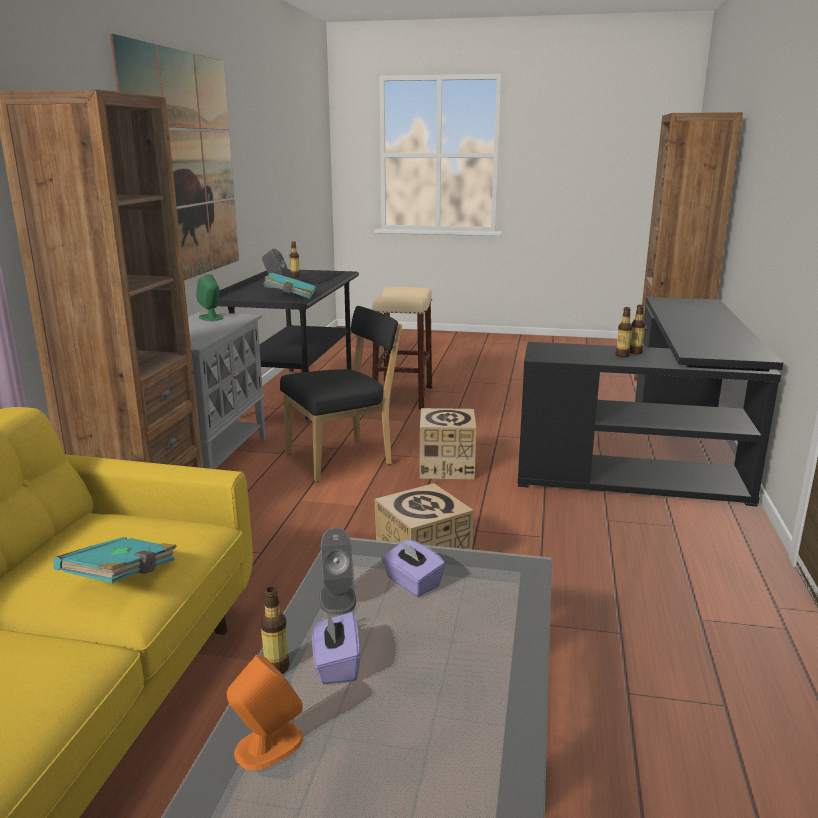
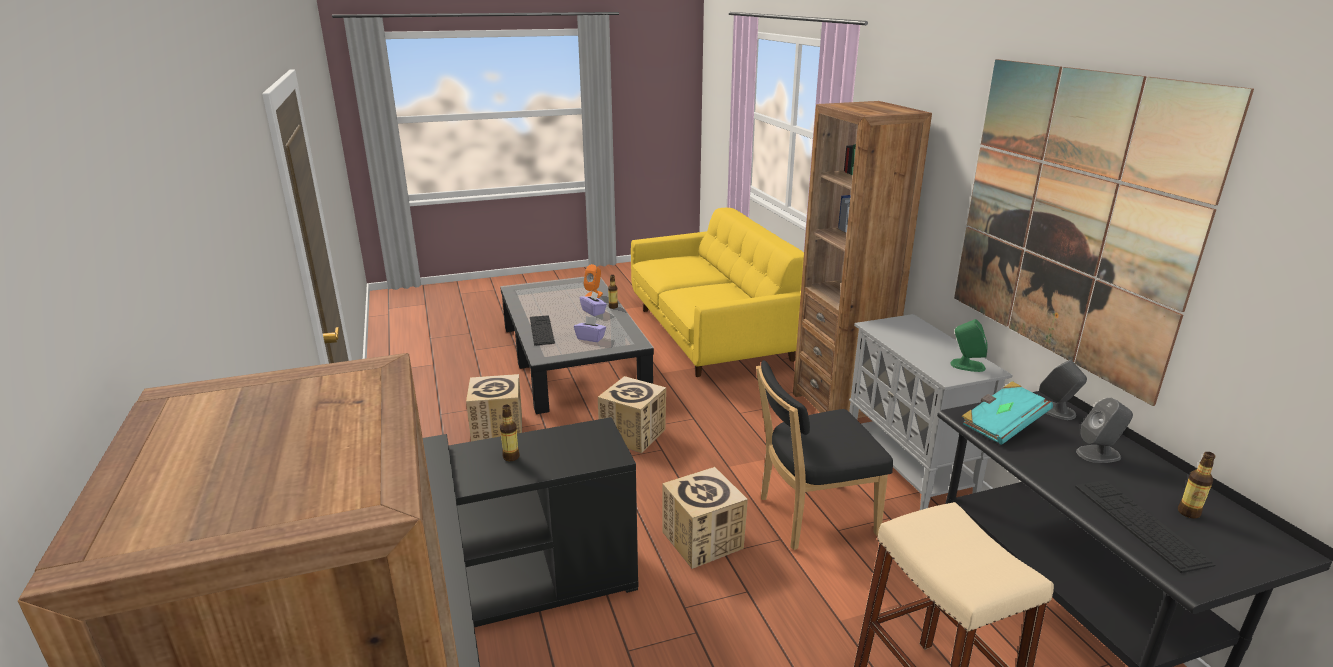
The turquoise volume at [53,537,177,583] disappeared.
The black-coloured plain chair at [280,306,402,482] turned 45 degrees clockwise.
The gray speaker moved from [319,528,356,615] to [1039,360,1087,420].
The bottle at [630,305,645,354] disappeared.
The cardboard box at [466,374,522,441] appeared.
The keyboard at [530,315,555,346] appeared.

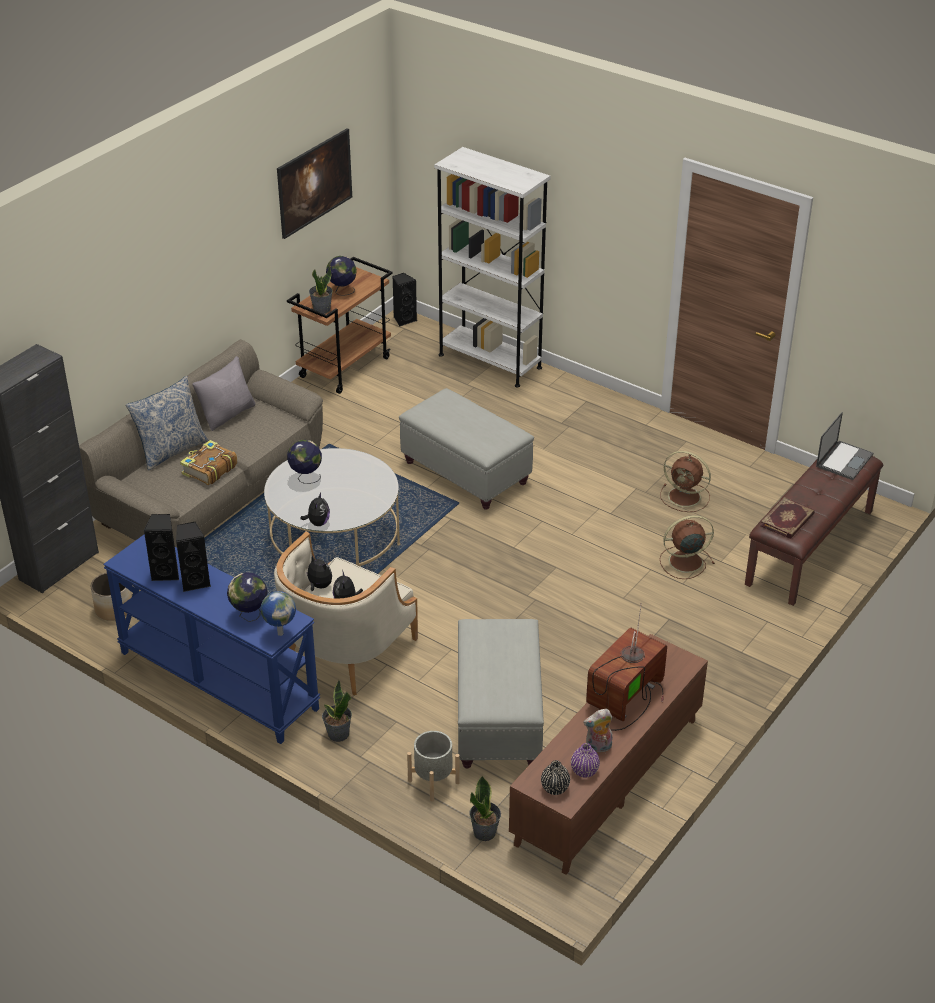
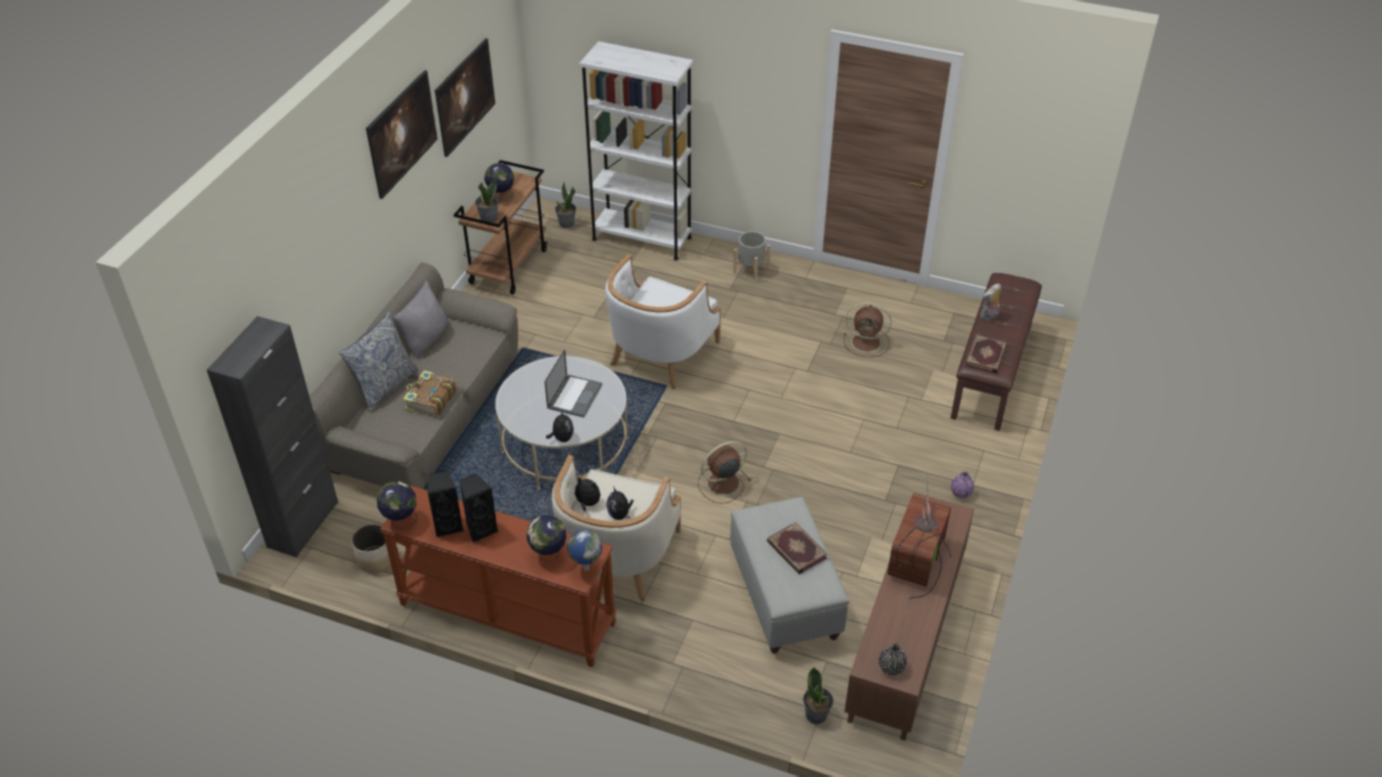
The blue-coloured hall table at [103,534,320,744] became the brown-coloured hall table at [380,486,617,667].
The world globe moved from [287,440,322,484] to [377,482,418,529].
The potted plant moved from [322,680,352,742] to [555,182,576,228].
The black-coloured speaker at [392,273,417,326] disappeared.
The gray ottoman at [399,388,534,510] was replaced by the white lounge chair at [605,254,721,389].
The gray flower pot moved from [407,731,460,802] to [733,231,770,282].
The purplish decorative vase moved from [571,743,600,778] to [951,471,974,498].
The plush toy moved from [583,709,613,752] to [980,283,1001,320].
The brown-coloured cooling fan moved from [660,515,714,579] to [698,441,751,504].
The portable computer moved from [816,412,873,480] to [544,349,602,417].
The picture at [366,70,438,199] appeared.
The volume at [767,522,828,574] appeared.

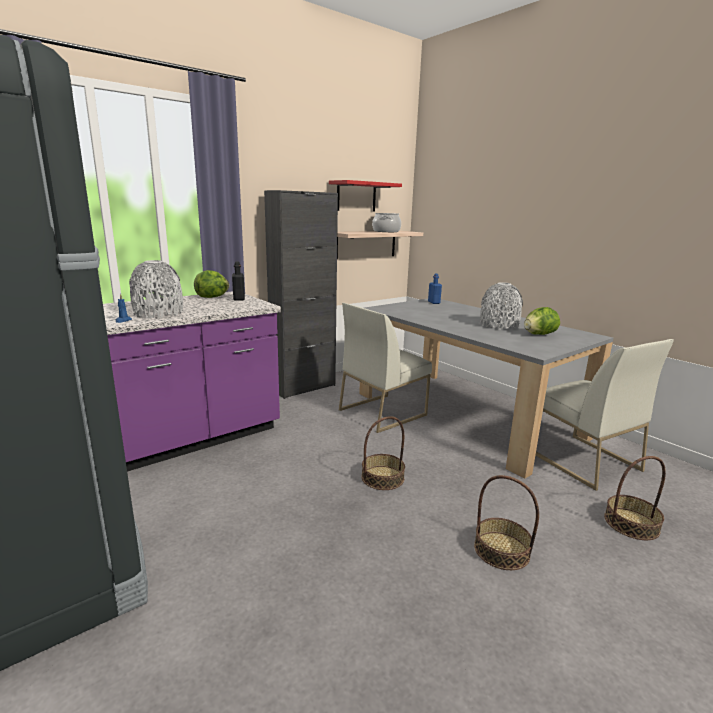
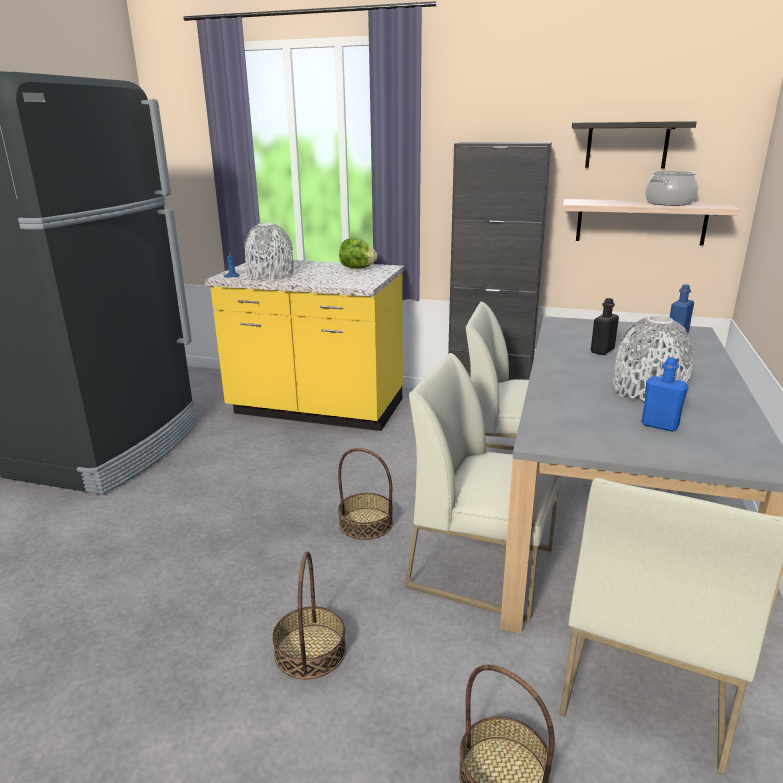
The purplish kitchen counter at [103,291,281,472] became the yellow-coloured kitchen counter at [205,258,404,431].
The black-coloured bottle moved from [232,262,245,301] to [591,298,619,355].
The reddish bracket shelf at [329,180,402,211] became the black-coloured bracket shelf at [572,121,697,168].
The lettuce at [524,307,560,335] was replaced by the blue-coloured bottle at [641,357,688,432].
The white plain chair at [405,353,562,622] appeared.

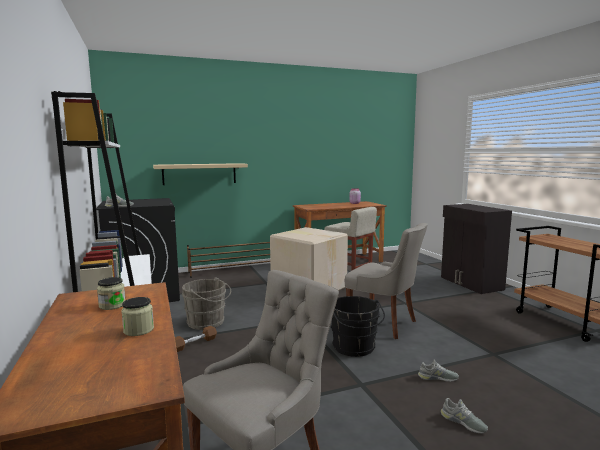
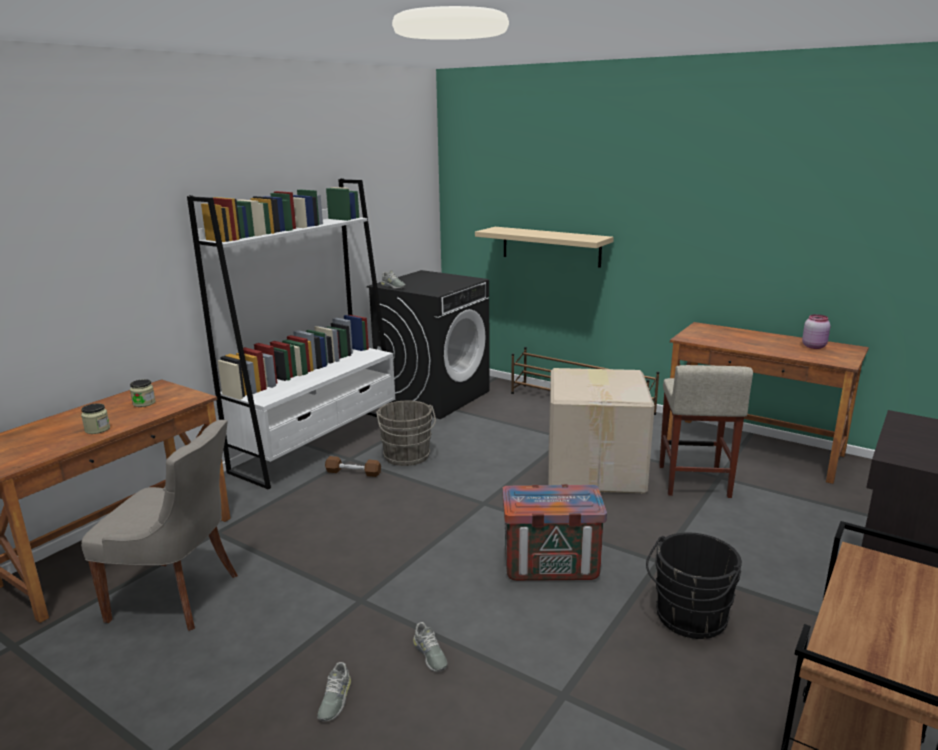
The black-coloured bucket moved from [331,296,385,357] to [646,532,742,639].
The gray plain chair at [345,223,428,339] was replaced by the crate at [503,484,607,581].

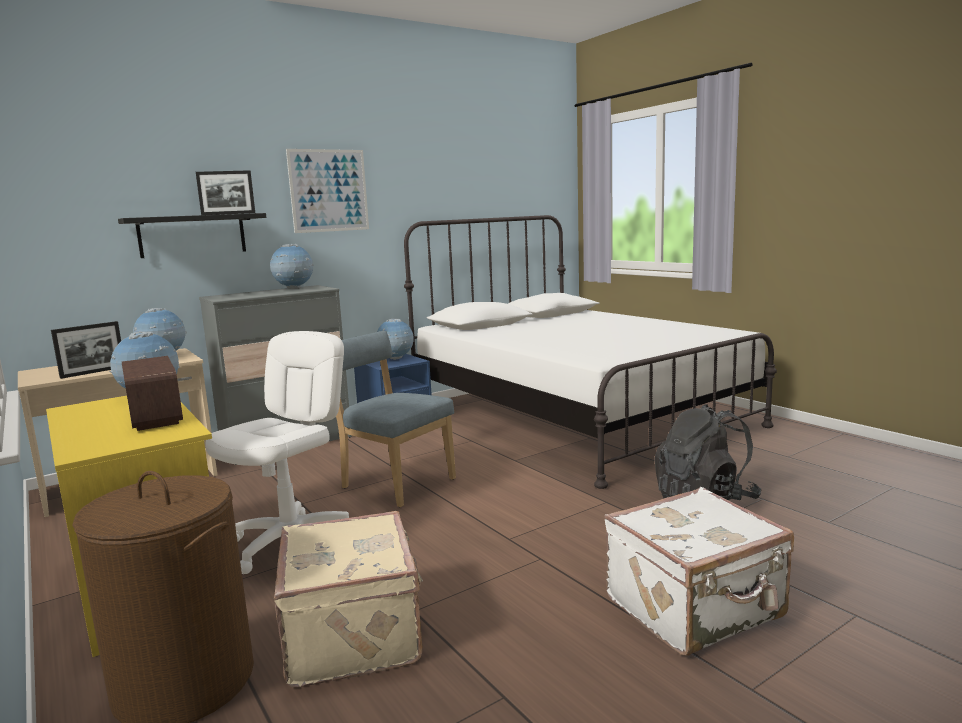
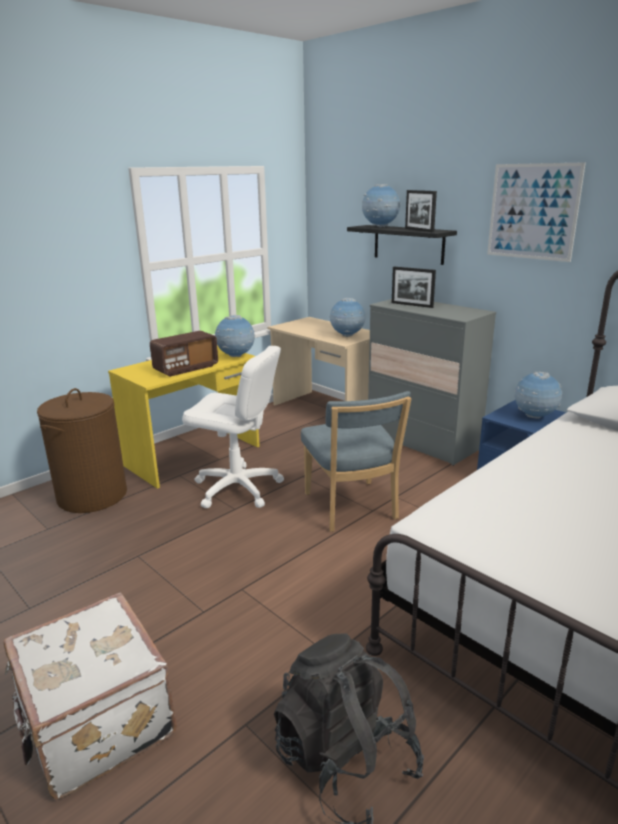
The picture frame moved from [51,321,121,379] to [392,267,436,308].
The world globe moved from [270,244,314,289] to [362,184,401,227].
The beige suitcase at [274,511,423,687] disappeared.
The blue-coloured plain chair at [336,331,456,507] turned 135 degrees clockwise.

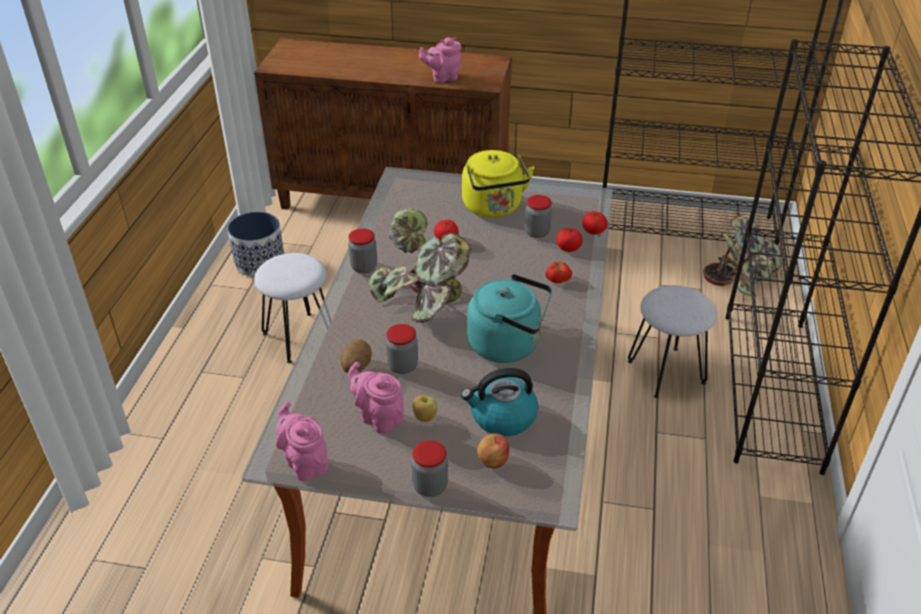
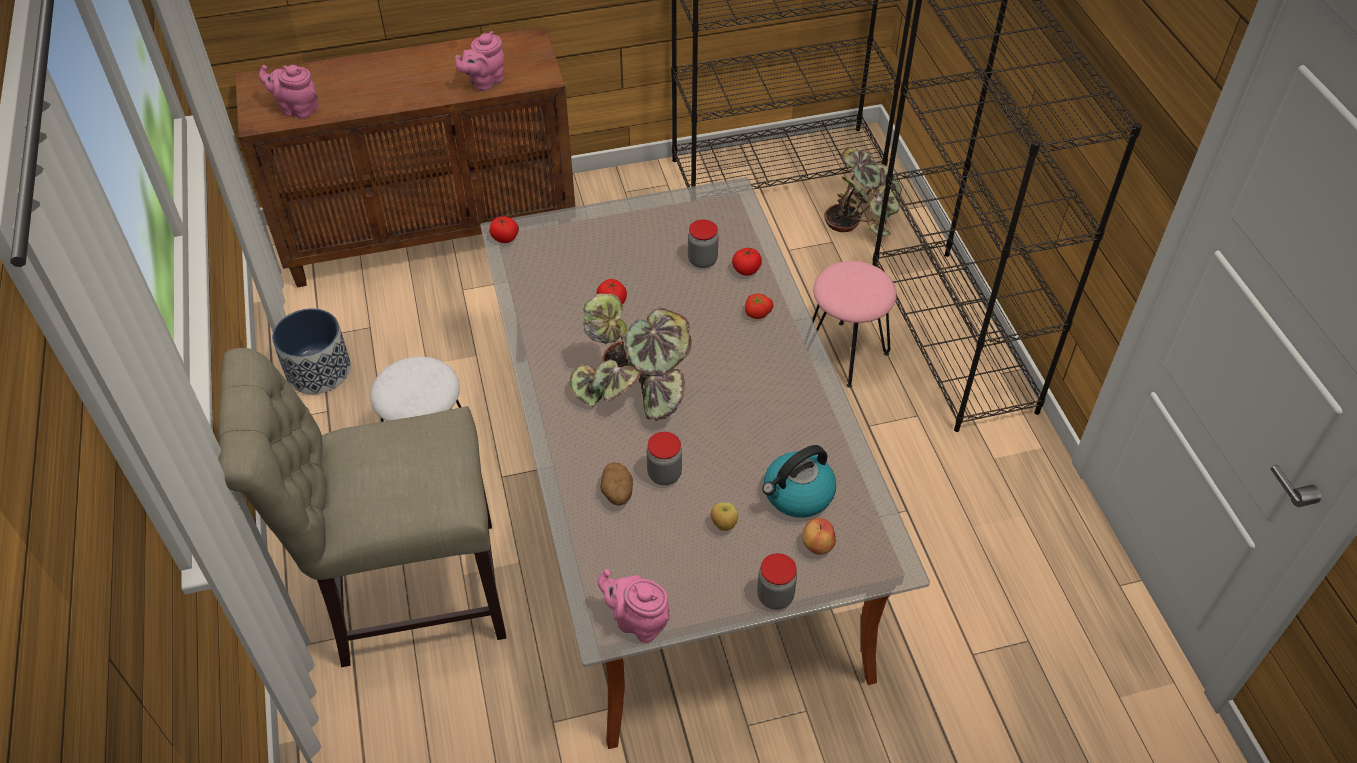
The jar at [348,228,377,273] disappeared.
The pinkish pot for tea moved from [348,362,404,433] to [259,65,318,119].
The yellow-coloured water kettle at [462,150,534,218] disappeared.
The turquoise water kettle at [467,274,552,363] disappeared.
The whole tomato moved from [582,211,608,235] to [490,216,519,243].
The white sitting stool at [628,285,717,398] became the pinkish sitting stool at [812,261,897,388].
The beige plain chair at [218,348,506,667] appeared.

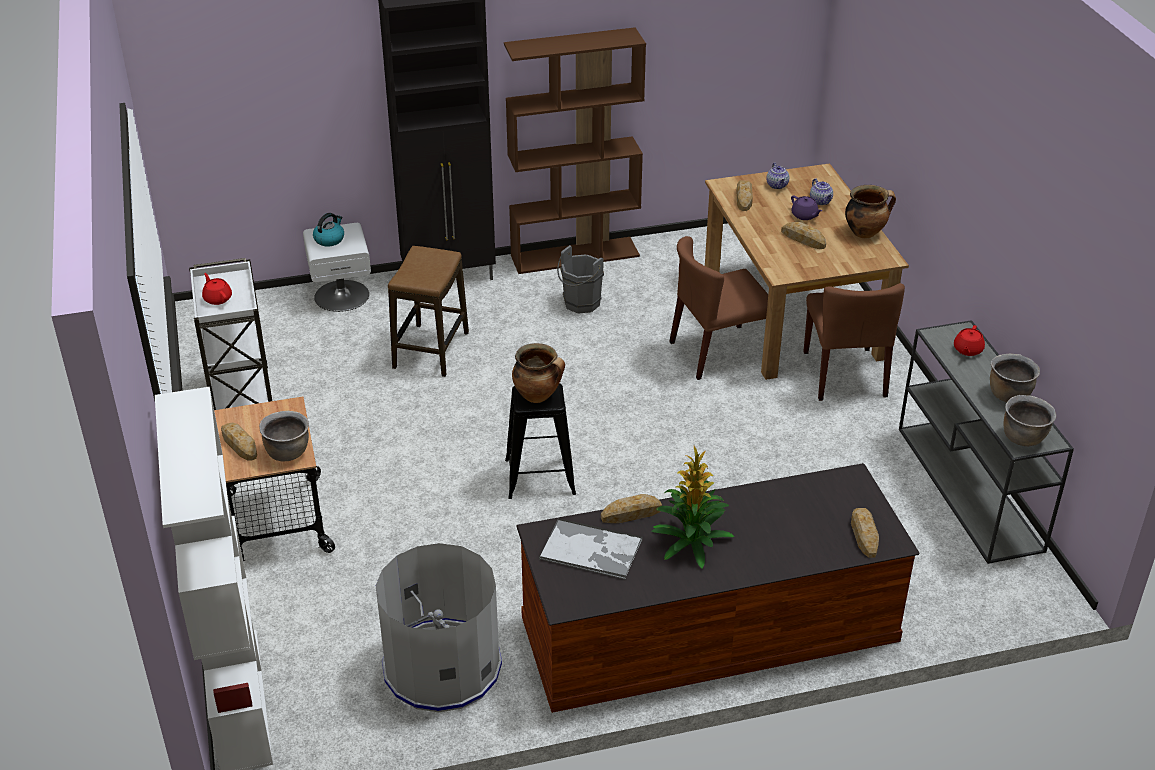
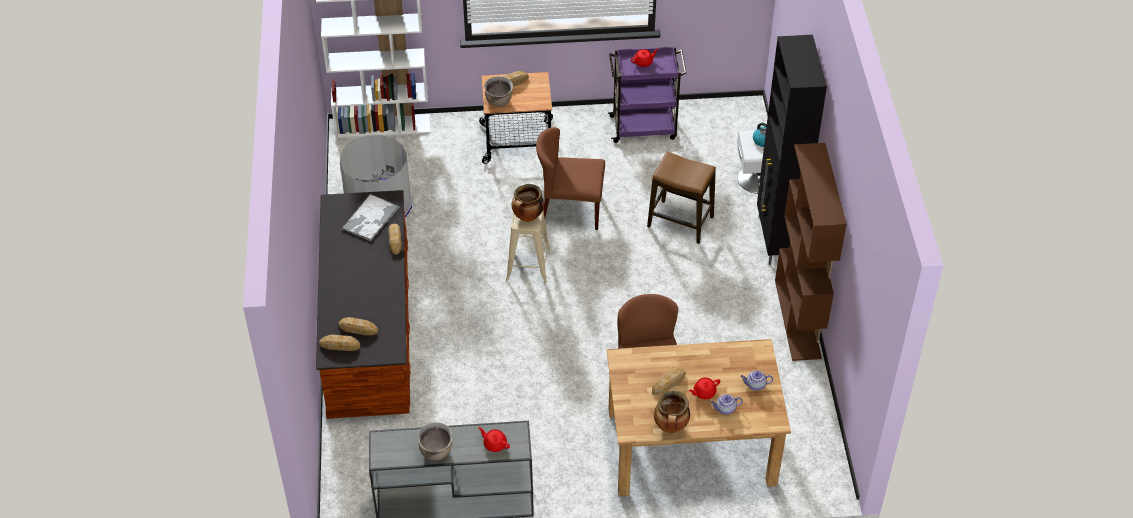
The white wheeled cart at [189,258,272,410] became the purplish wheeled cart at [608,46,686,143].
The black-coloured sitting stool at [505,383,576,499] became the beige sitting stool at [506,211,551,283].
The gray bucket at [557,245,604,313] disappeared.
The potted plant at [652,446,734,568] disappeared.
The baked bread moved from [737,181,753,211] to [339,317,378,335].
The purplish pot for tea at [791,195,822,220] became the reddish pot for tea at [689,377,720,399].
The brown-coloured plain chair moved from [803,283,905,401] to [536,127,605,230].
The brown-coloured stockpot at [1003,395,1056,446] disappeared.

